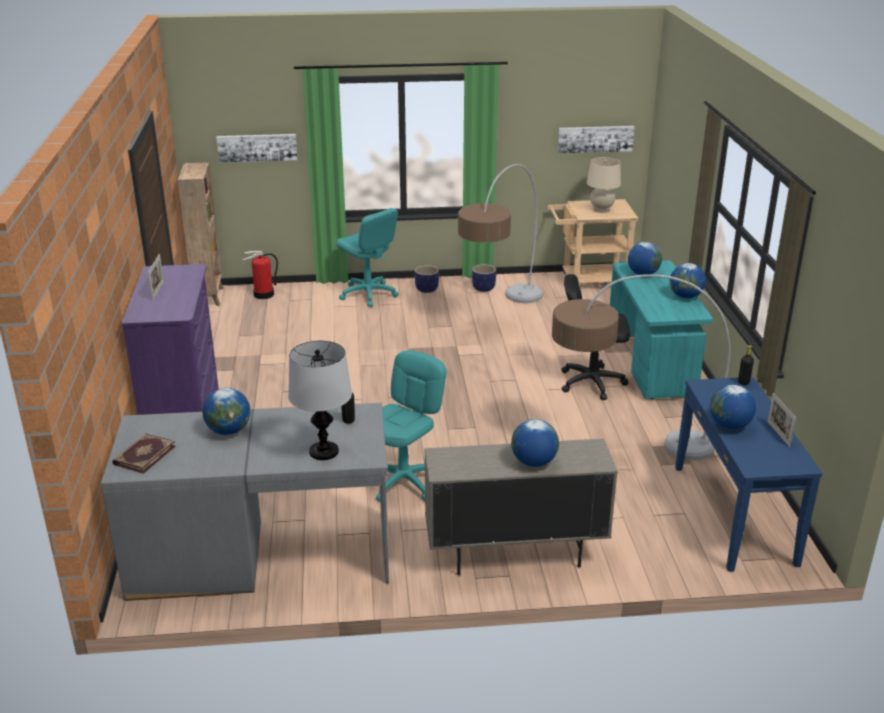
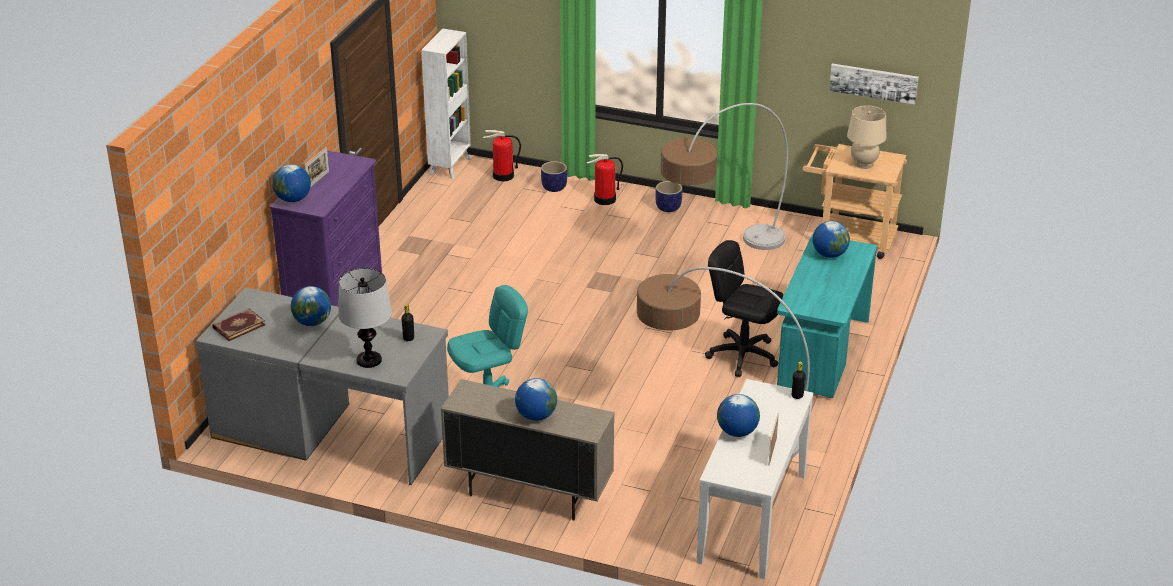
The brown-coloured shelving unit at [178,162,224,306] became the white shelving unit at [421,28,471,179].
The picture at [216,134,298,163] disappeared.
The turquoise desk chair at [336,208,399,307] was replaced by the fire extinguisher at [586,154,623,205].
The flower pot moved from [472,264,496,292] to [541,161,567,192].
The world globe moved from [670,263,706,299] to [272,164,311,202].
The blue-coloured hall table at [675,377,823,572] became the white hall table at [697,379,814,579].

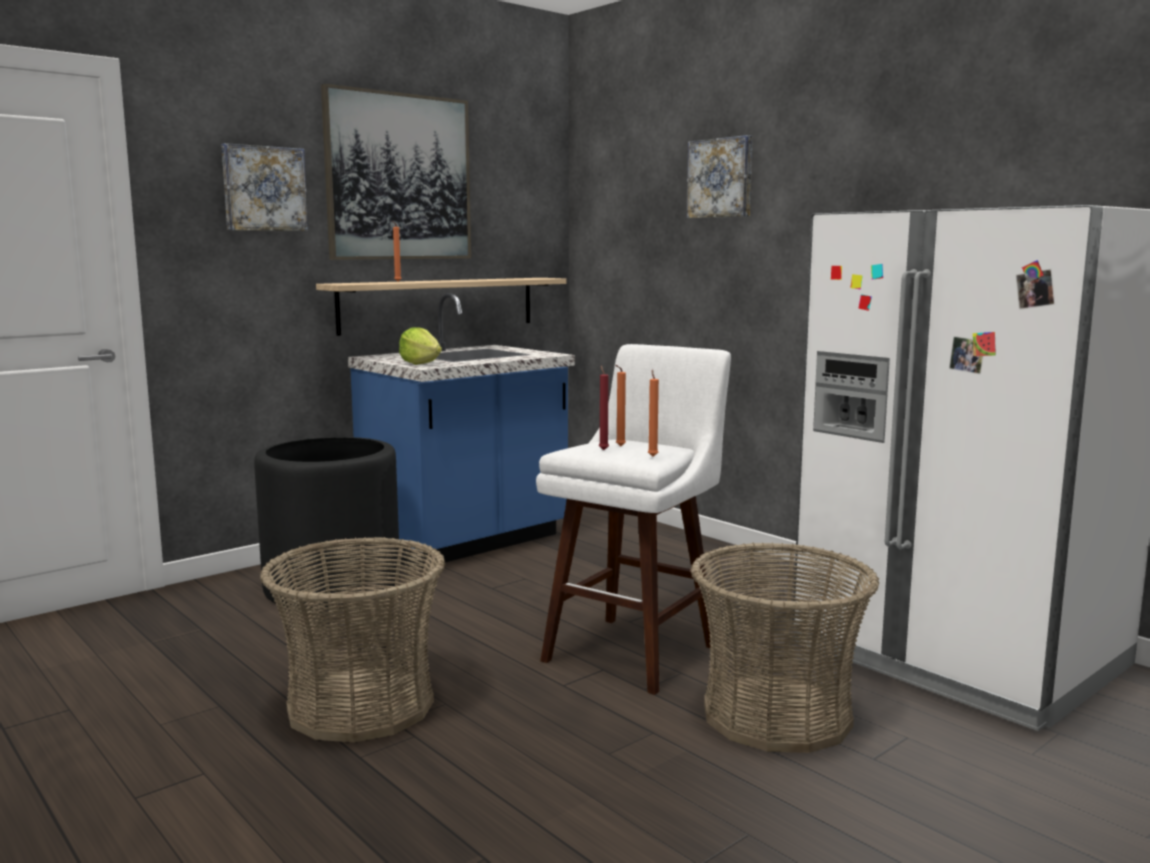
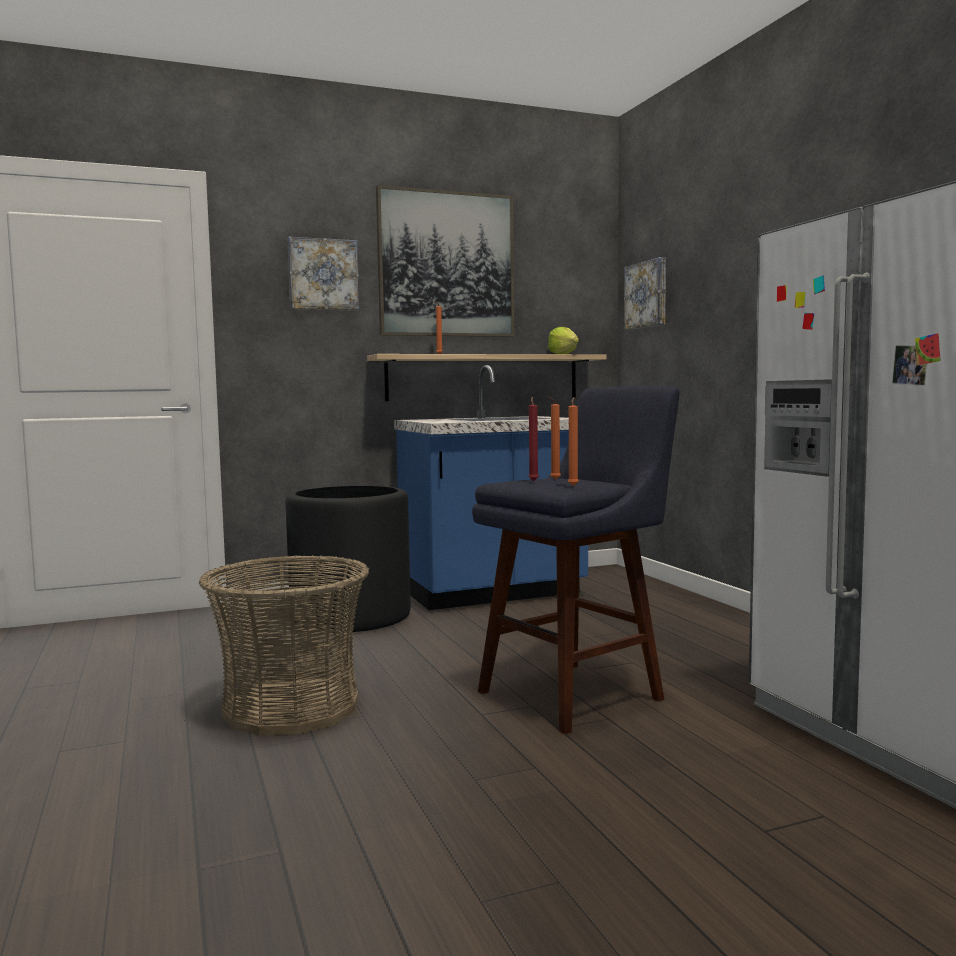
The lettuce moved from [399,327,442,365] to [548,327,579,354].
The white sitting stool at [536,344,731,695] became the blue-coloured sitting stool at [472,386,680,734].
The picture moved from [687,135,753,218] to [624,257,666,330].
The household basket at [691,543,879,753] disappeared.

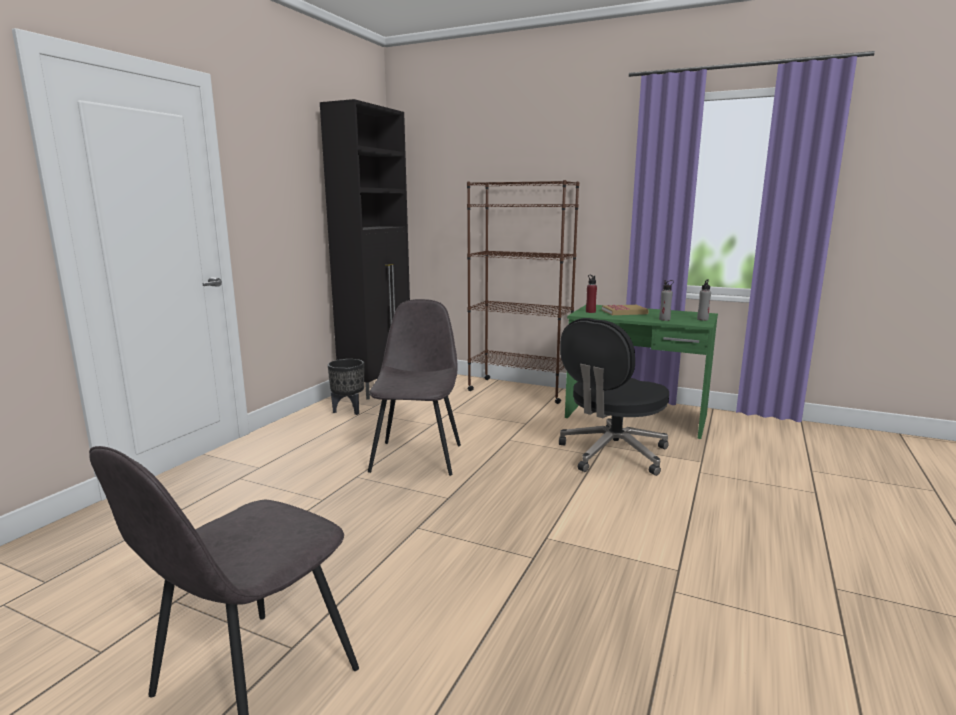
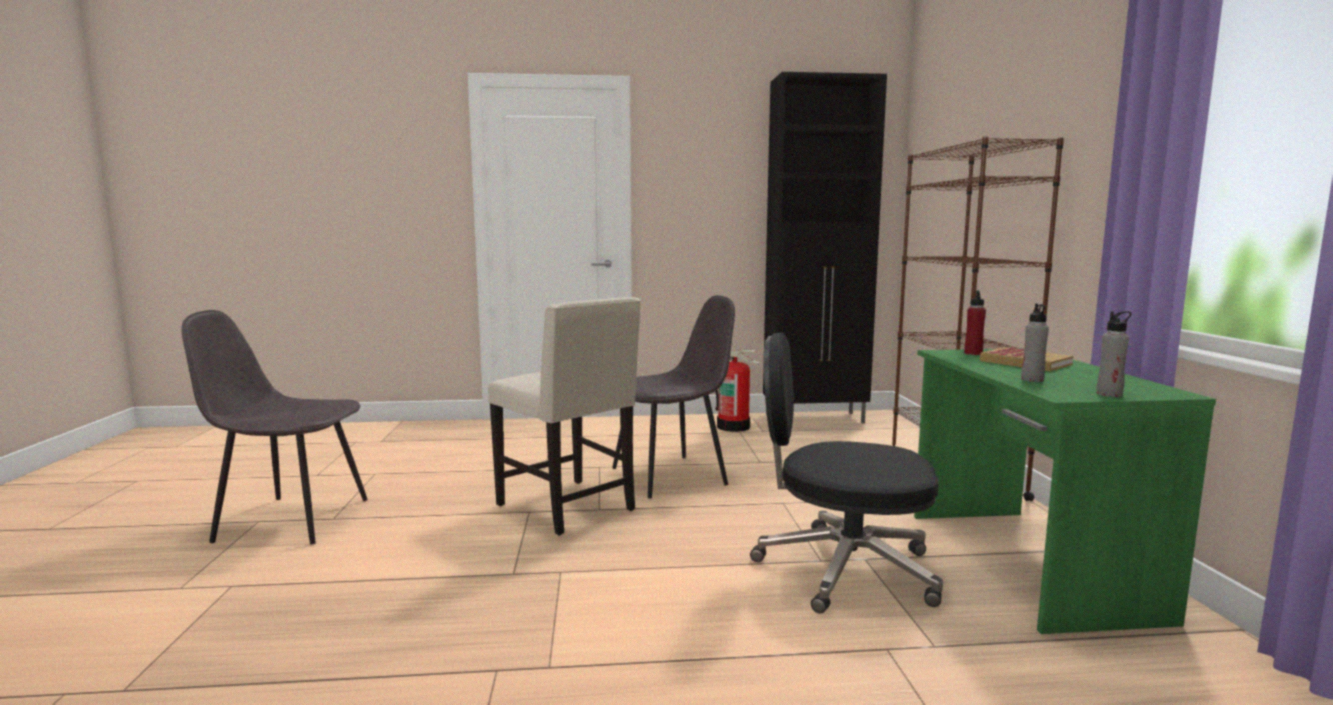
The black-coloured flower pot at [328,359,364,415] was replaced by the fire extinguisher at [715,349,760,432].
The beige plain chair at [488,297,641,535] appeared.

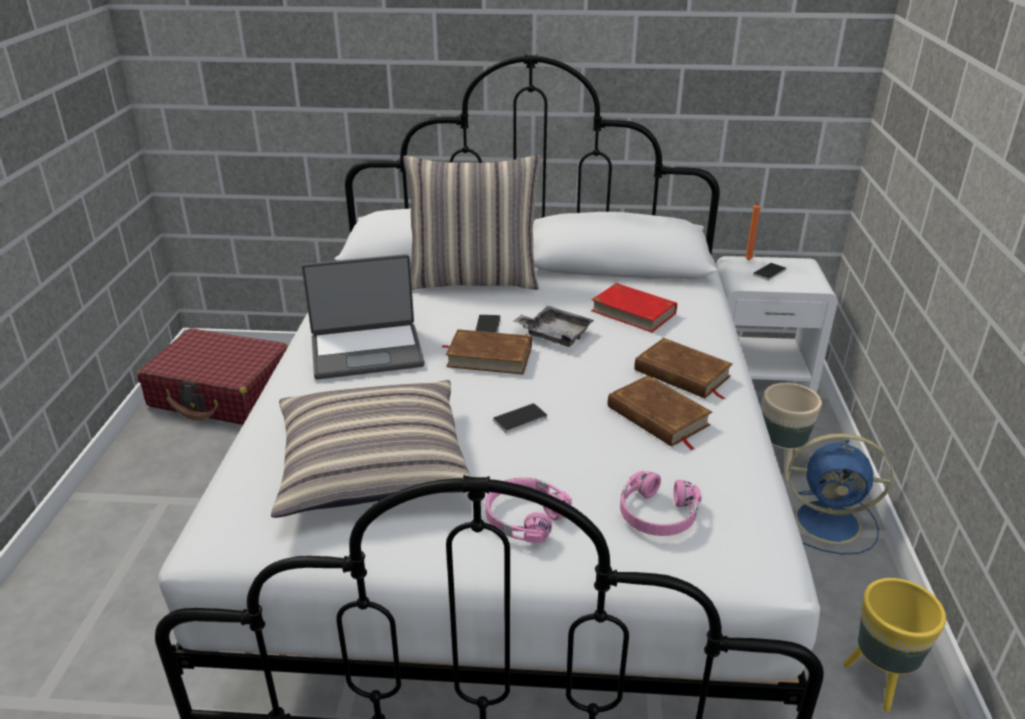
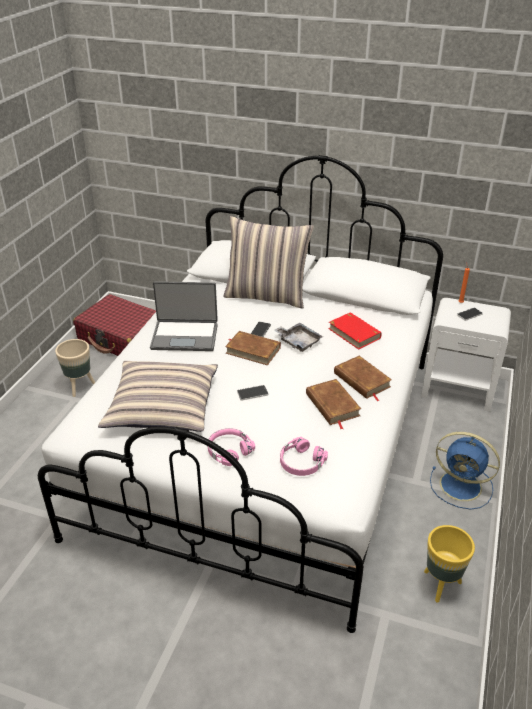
The beige flower pot moved from [763,383,822,481] to [55,339,95,397].

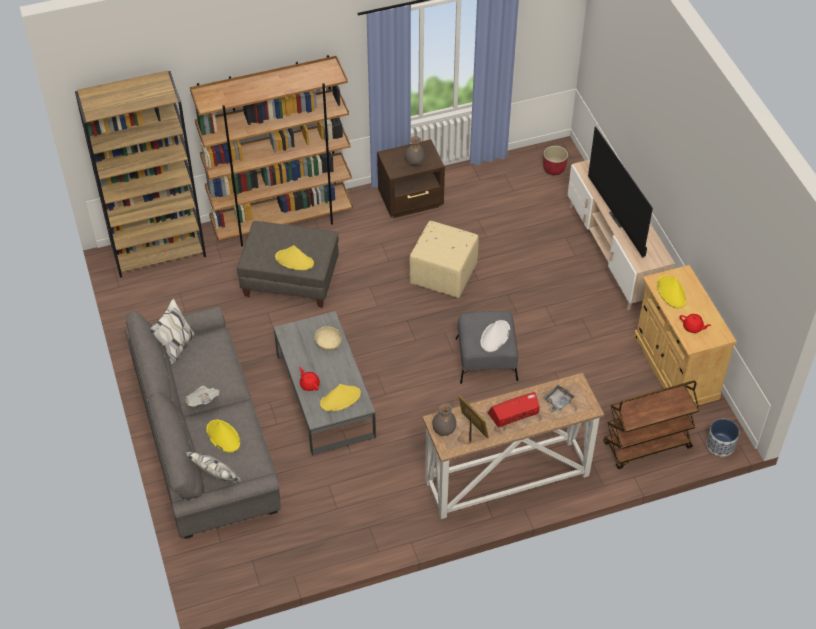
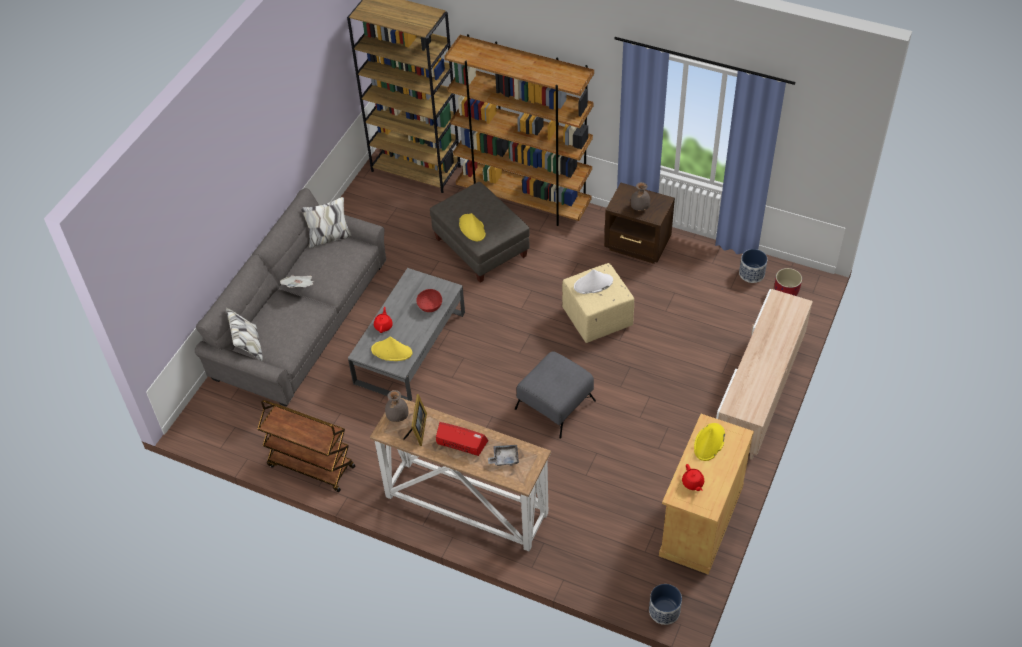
The yellow-coloured wearable hat at [206,420,240,452] disappeared.
The beige bowl at [315,327,342,351] became the reddish bowl at [416,289,442,312].
The white wearable hat moved from [480,320,510,352] to [574,269,613,294].
The TV at [588,126,653,257] disappeared.
The brown-coloured wheeled cart moved from [603,380,700,469] to [258,400,355,492].
The flower pot at [739,249,767,283] appeared.

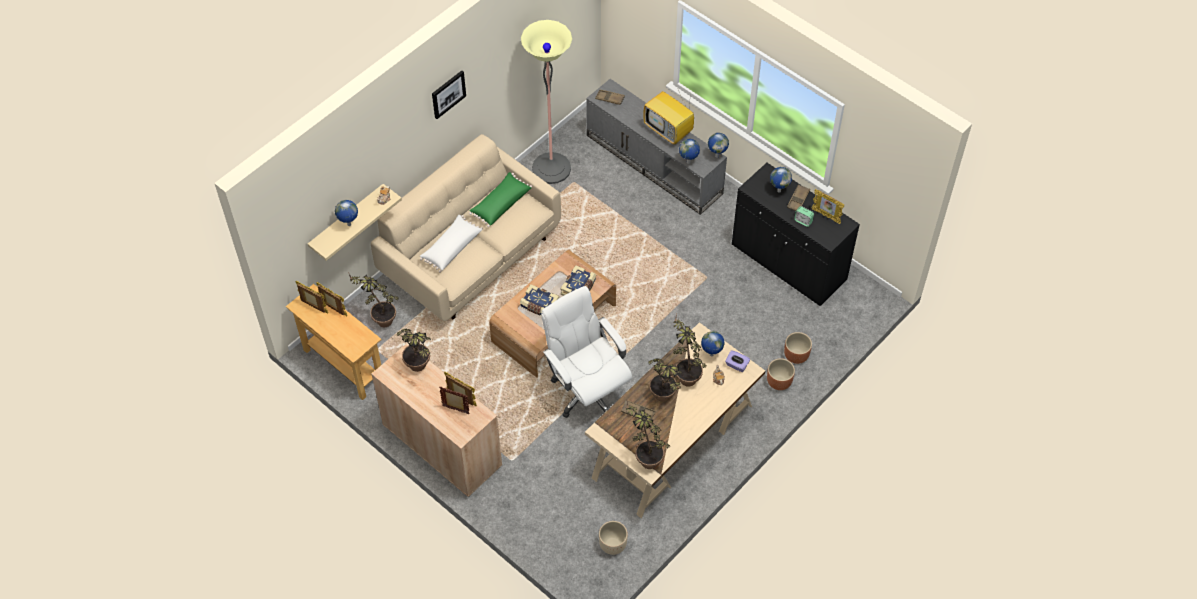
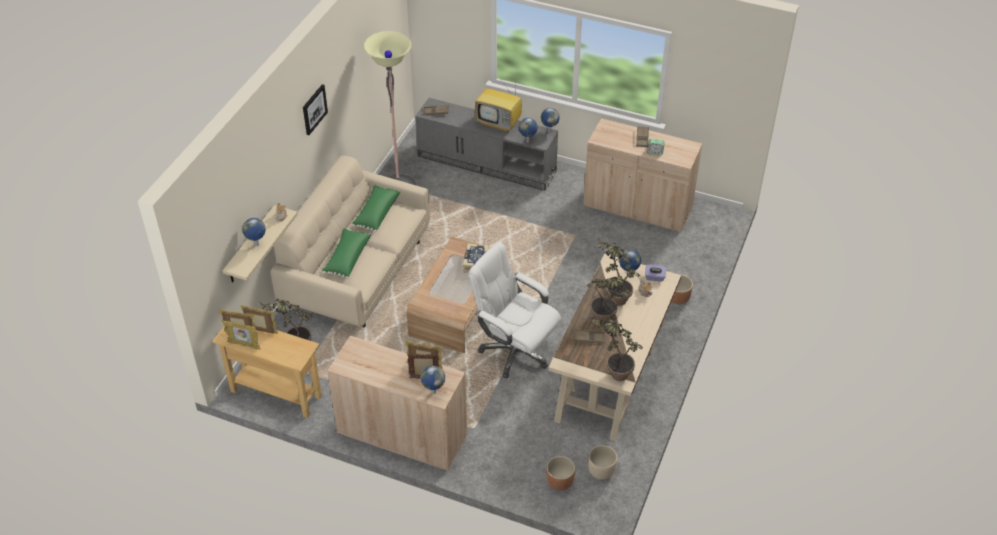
The potted plant at [397,329,431,372] disappeared.
The white throw pillow at [420,215,483,273] became the green throw pillow at [322,228,371,279].
The volume at [520,284,559,316] disappeared.
The black-coloured cupboard at [732,163,860,306] became the beige cupboard at [583,118,702,232].
The world globe moved from [770,167,792,193] to [421,365,445,394].
The brown-coloured flower pot moved from [784,332,812,364] to [546,456,575,490].
The picture frame moved from [811,189,844,224] to [223,320,260,350].

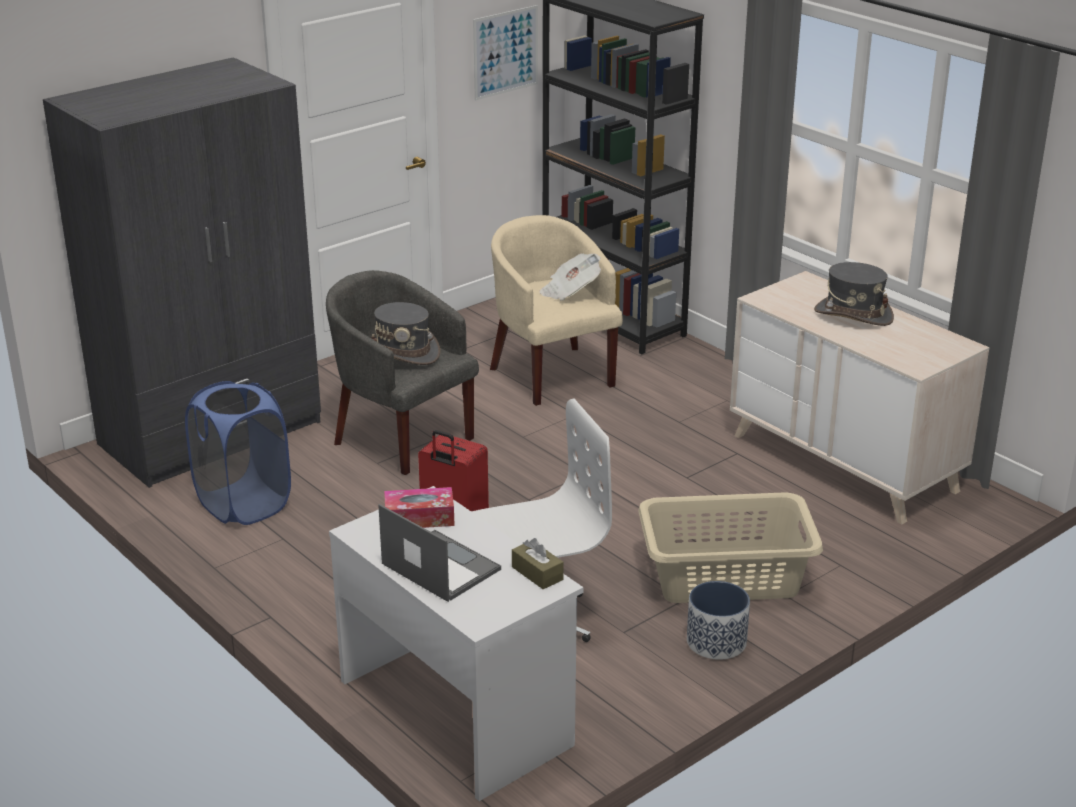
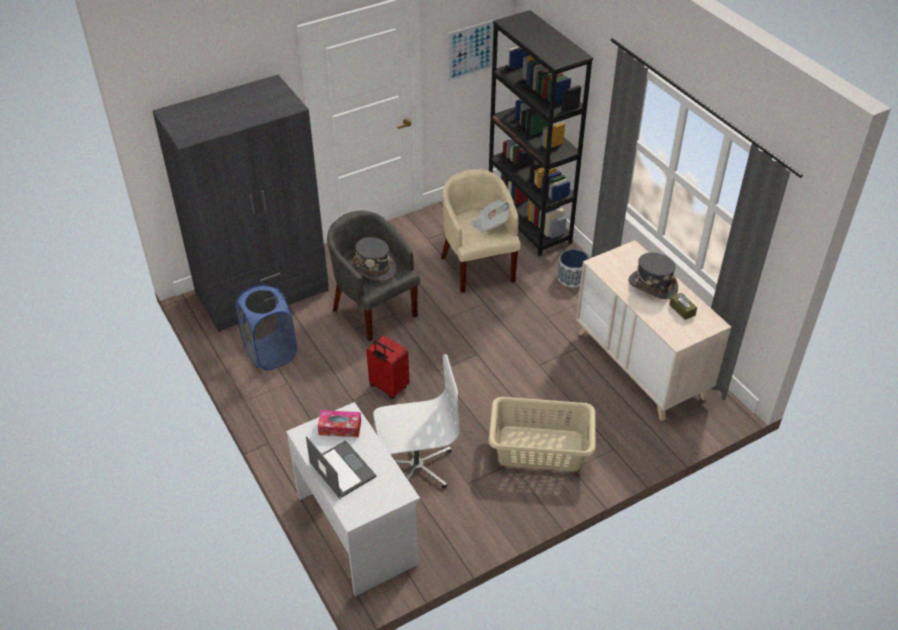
The brown-coloured box of tissues moved from [512,538,564,589] to [669,293,697,320].
The flower pot moved from [687,581,750,660] to [558,249,589,287].

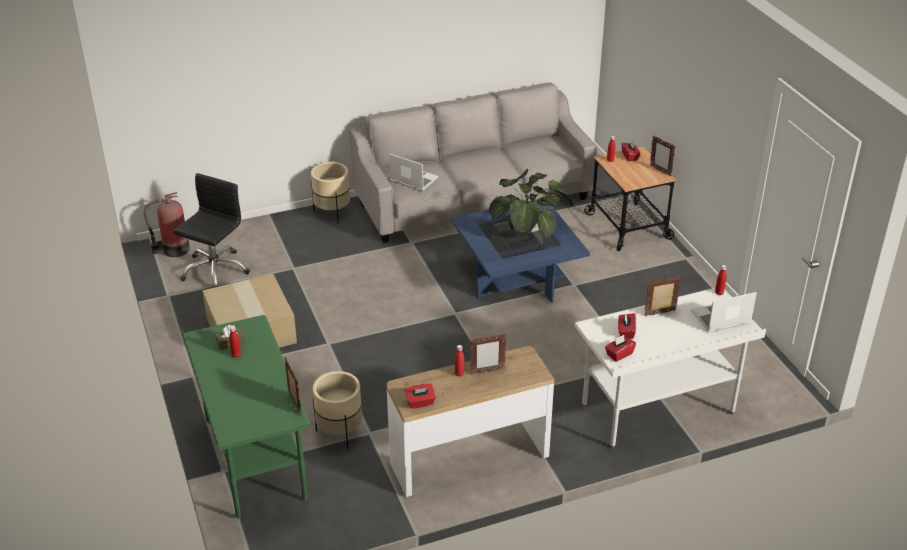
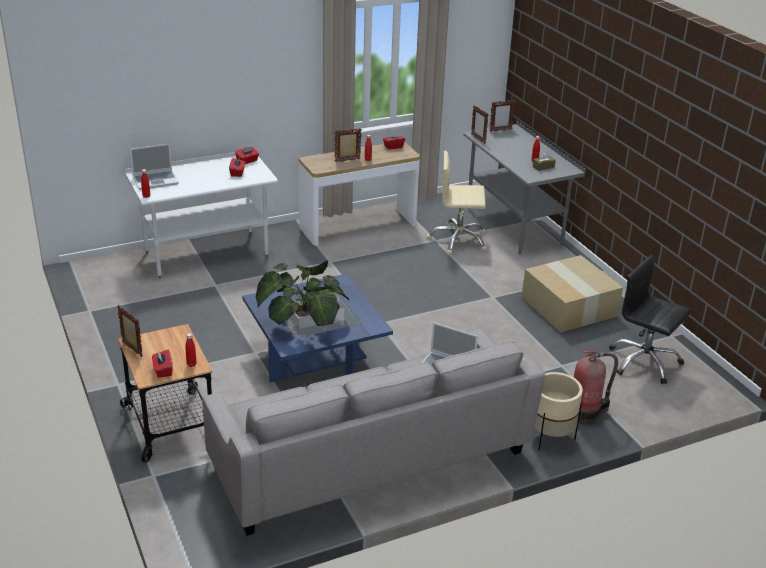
The fire extinguisher moved from [144,192,190,257] to [574,350,618,425].
The black-coloured desk chair at [174,173,250,288] turned 105 degrees clockwise.
The green desk unit at [182,315,311,519] became the gray desk unit at [463,120,585,255].
The beige flower pot at [313,371,362,449] was replaced by the beige desk chair at [427,151,487,254].
The picture frame moved from [644,276,681,316] to [489,99,515,132].

